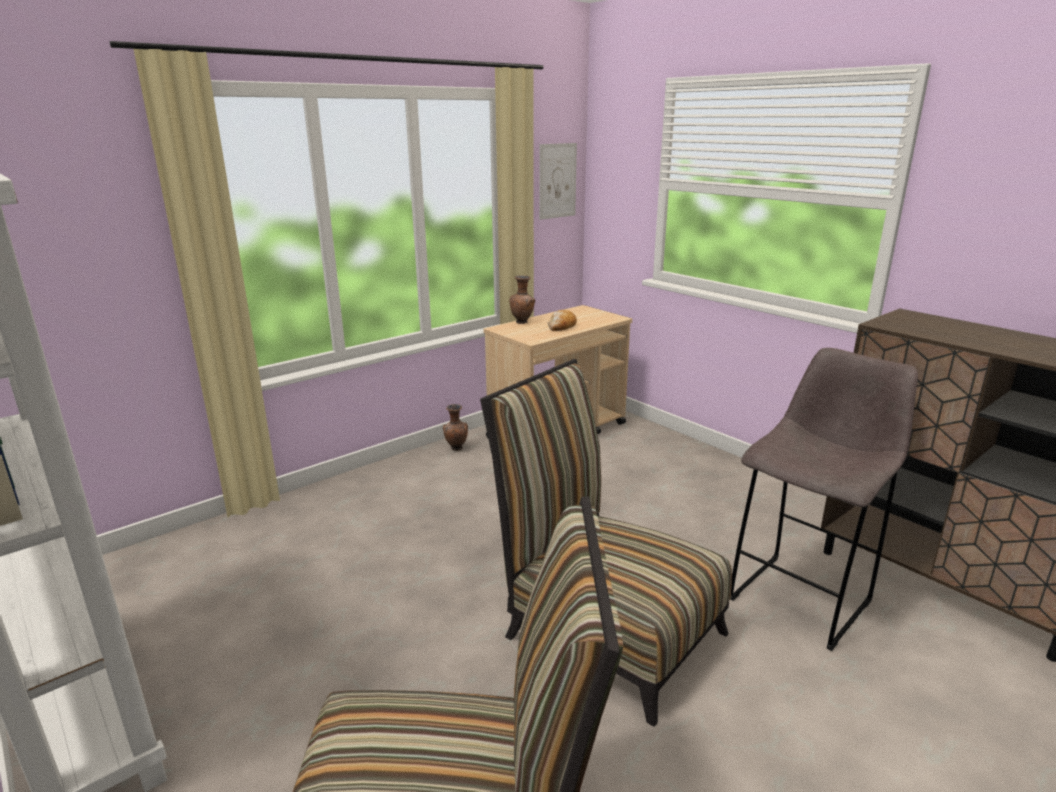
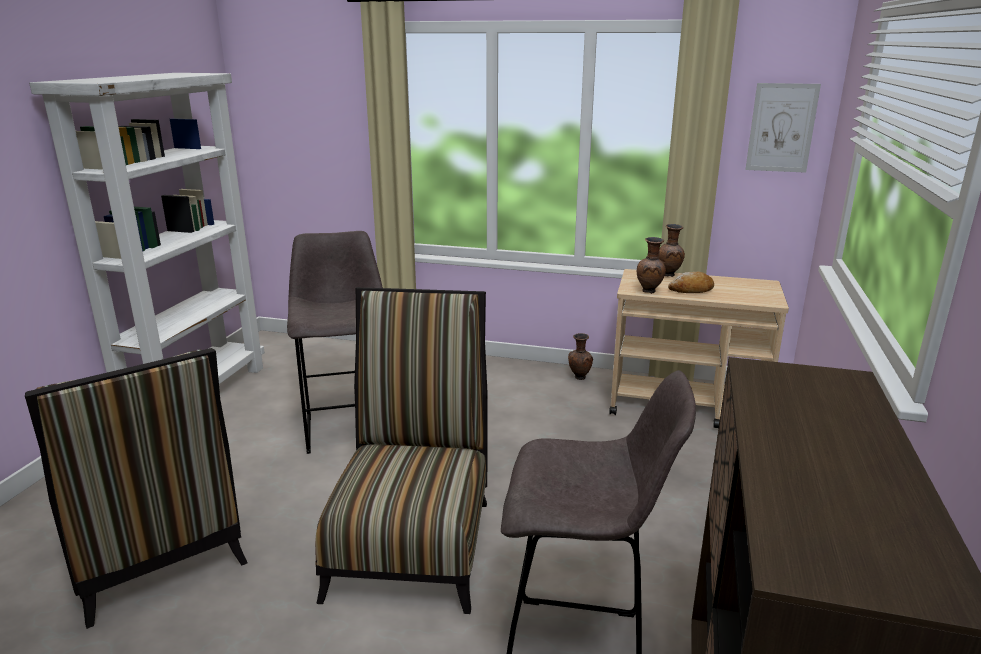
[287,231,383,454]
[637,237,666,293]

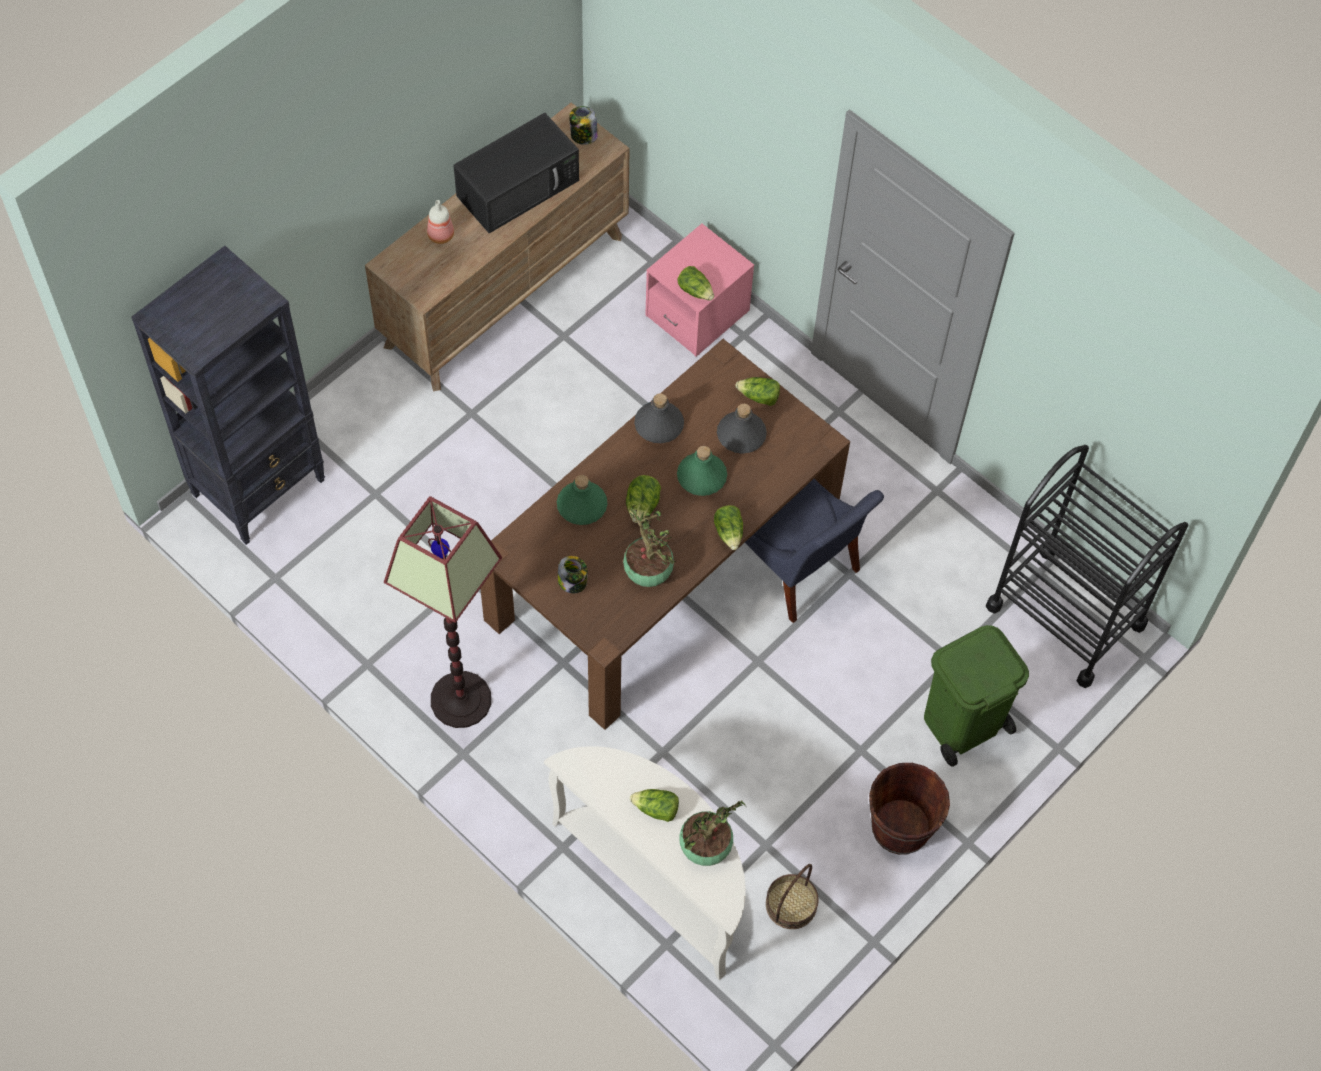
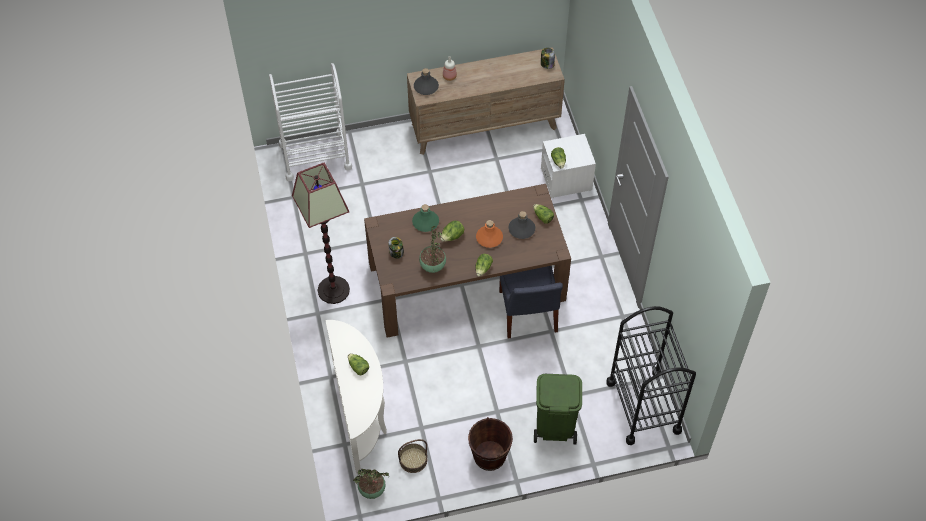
[269,63,352,181]
[353,469,389,499]
[414,68,439,95]
[476,220,503,248]
[541,134,596,198]
[453,113,579,233] (first image)

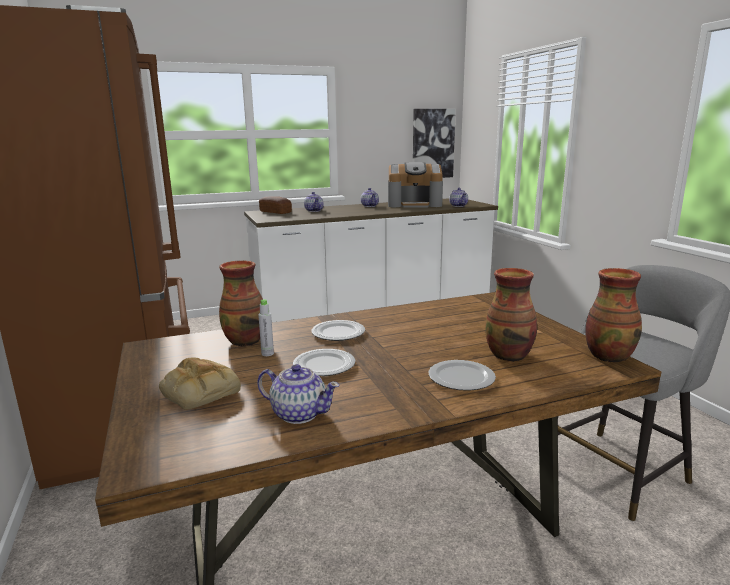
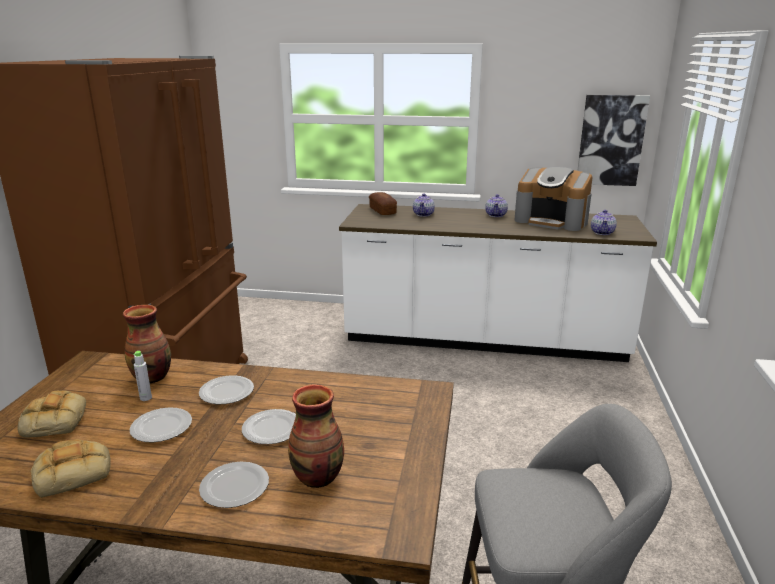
[30,439,111,498]
[242,409,296,444]
[585,268,642,362] (first image)

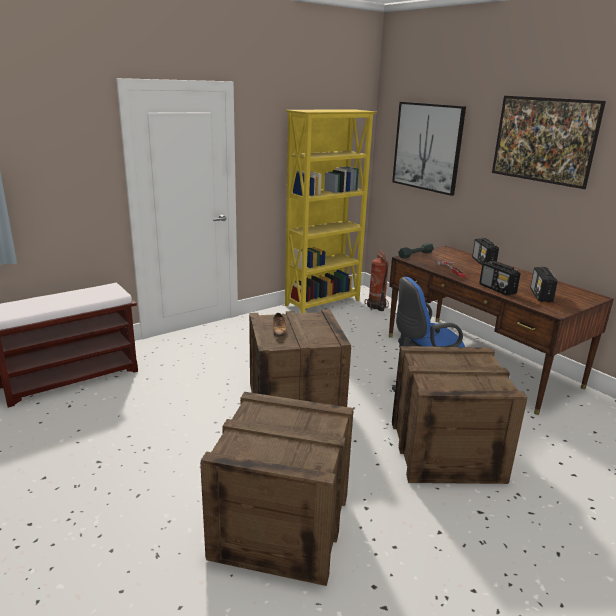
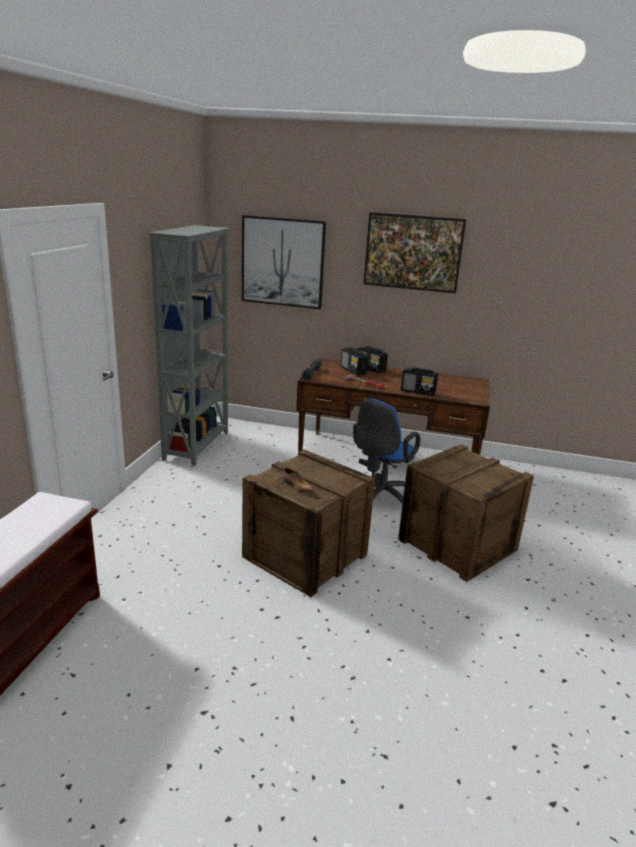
[148,225,231,466]
[341,347,368,375]
[200,392,354,586] (first image)
[365,250,389,311] (first image)

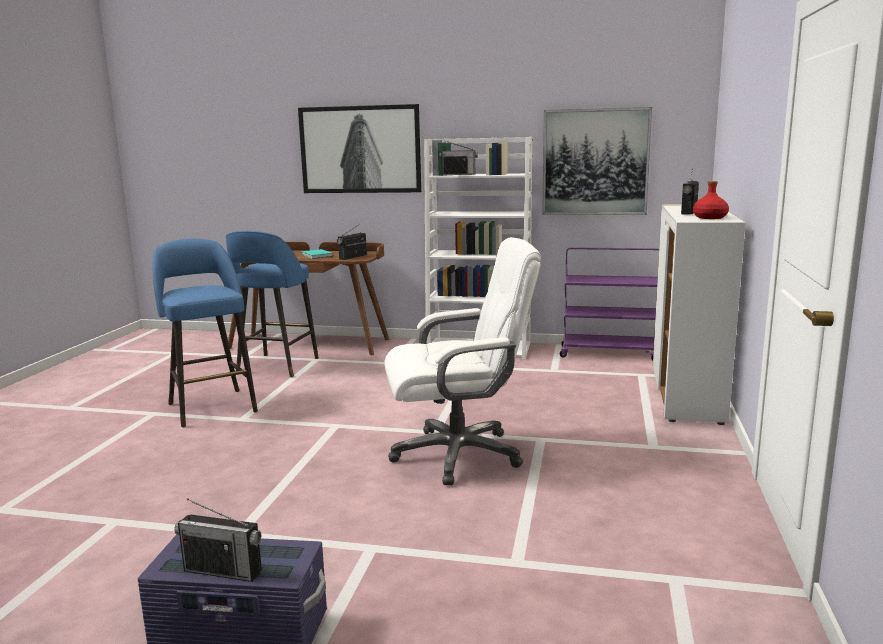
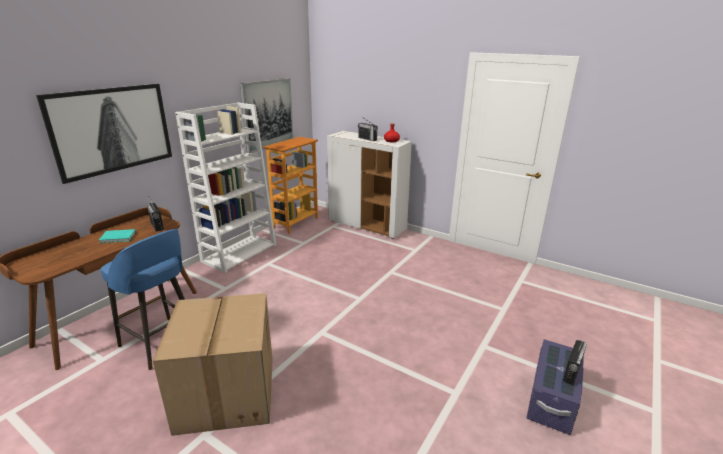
[153,293,273,436]
[263,137,318,234]
[385,237,541,485] (first image)
[439,141,478,175] (first image)

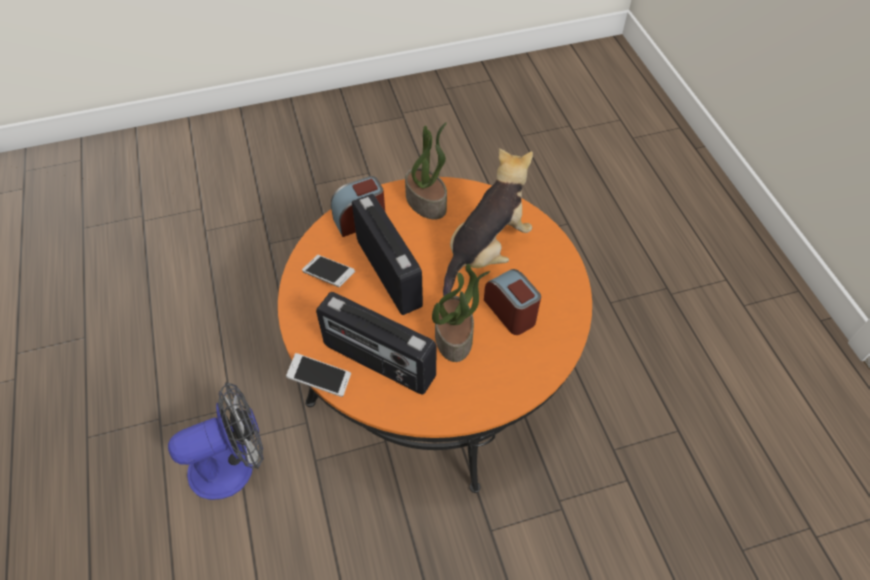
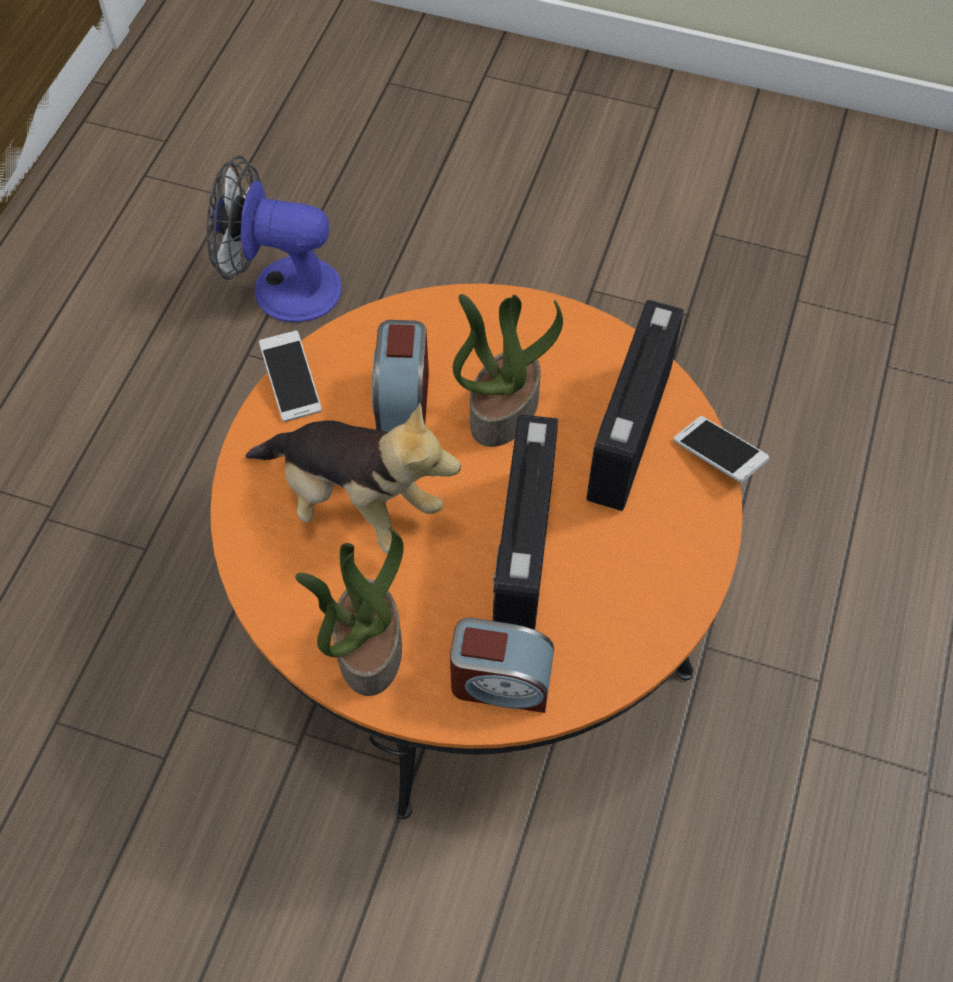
[207,156,342,323]
[245,402,461,554]
[259,330,322,422]
[587,300,684,511]

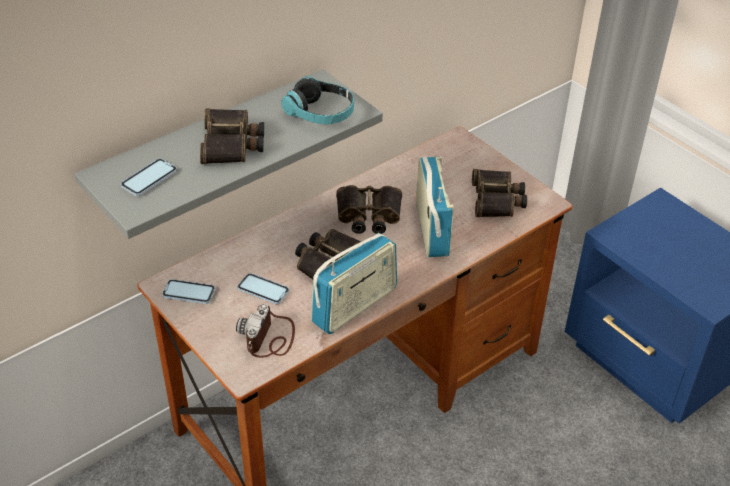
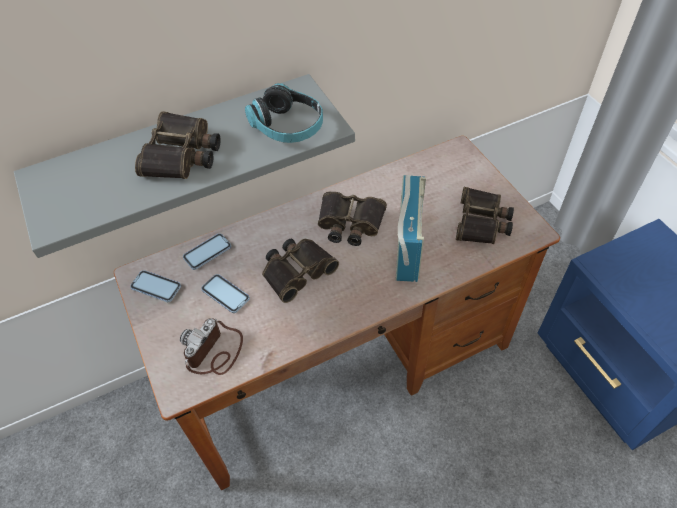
[183,233,231,270]
[311,233,397,334] (first image)

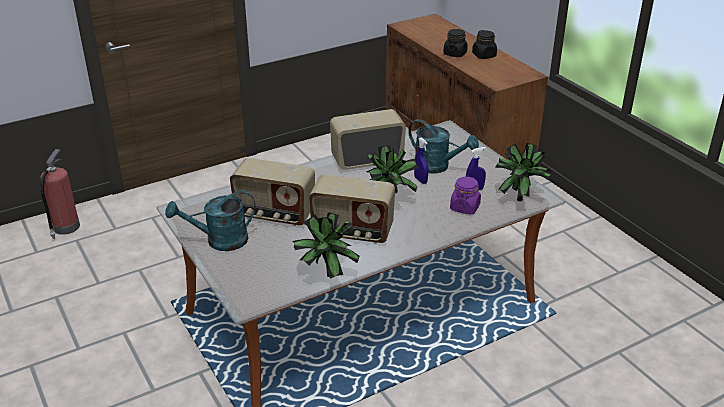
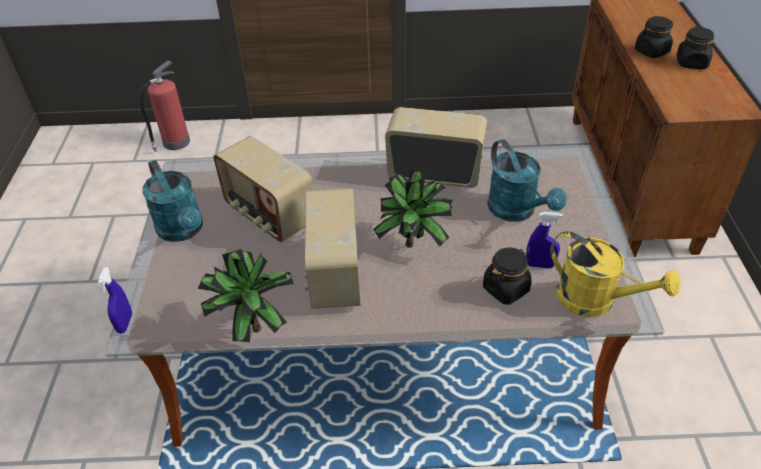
[97,267,132,334]
[142,160,203,242]
[304,188,360,309]
[483,247,531,305]
[550,231,681,317]

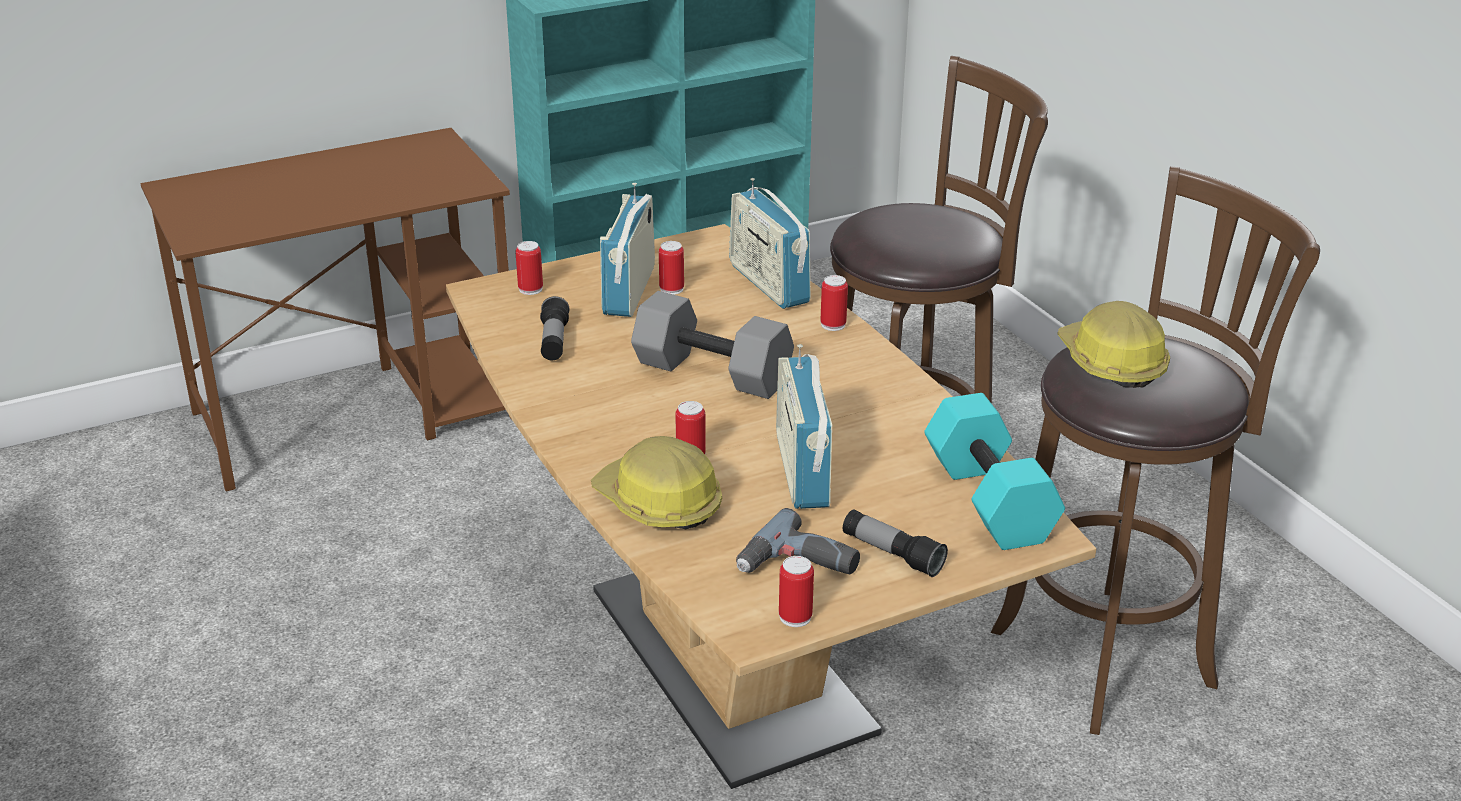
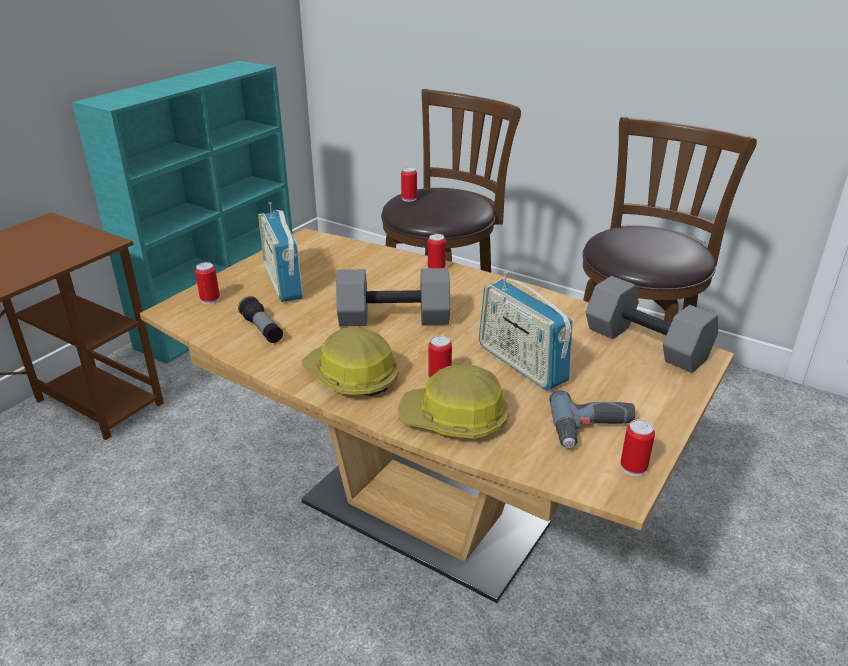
[302,327,398,396]
[401,167,417,202]
[585,276,718,373]
[729,178,811,309] (first image)
[843,510,948,577] (first image)

